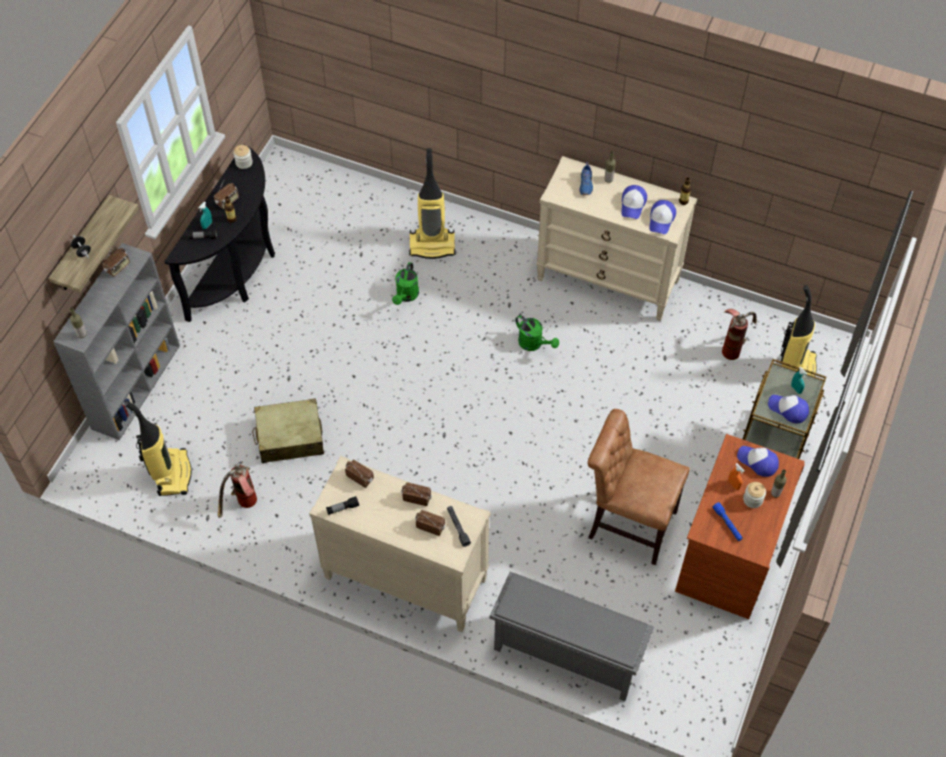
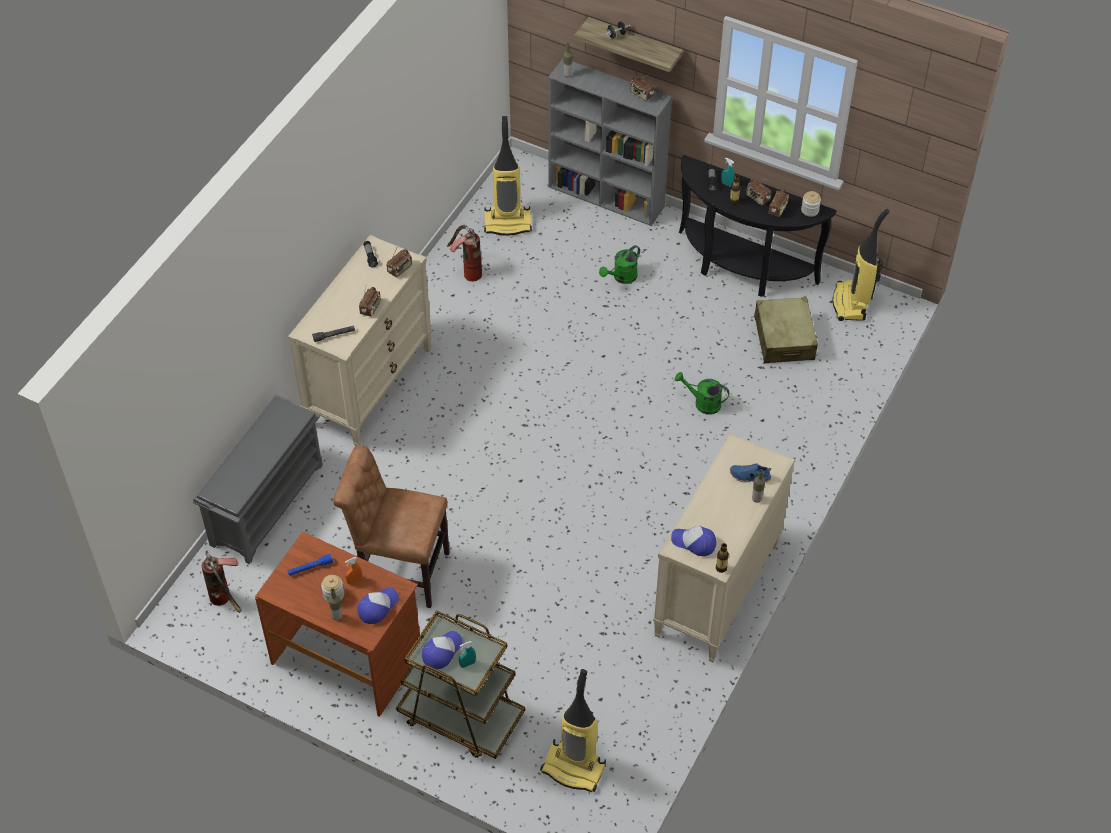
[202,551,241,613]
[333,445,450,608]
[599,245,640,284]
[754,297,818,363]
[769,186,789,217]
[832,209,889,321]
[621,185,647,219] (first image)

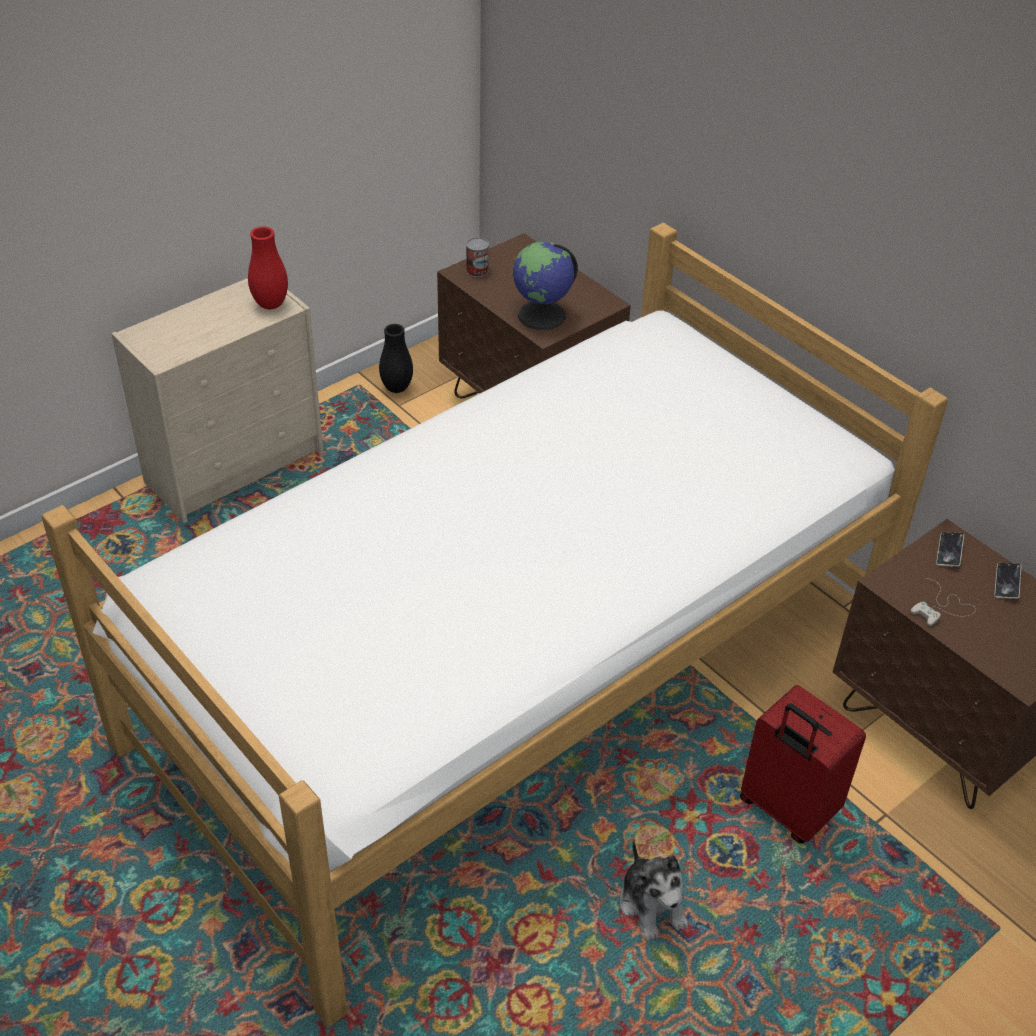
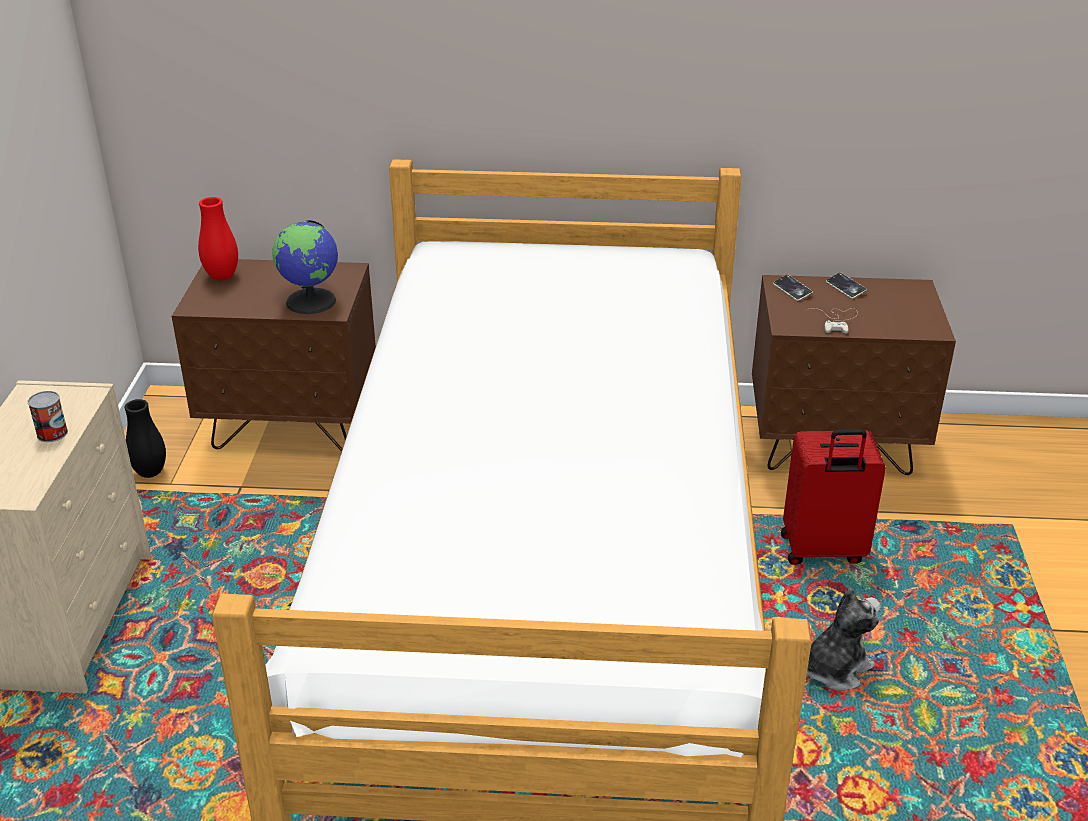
[28,391,68,442]
[198,197,238,280]
[807,588,881,691]

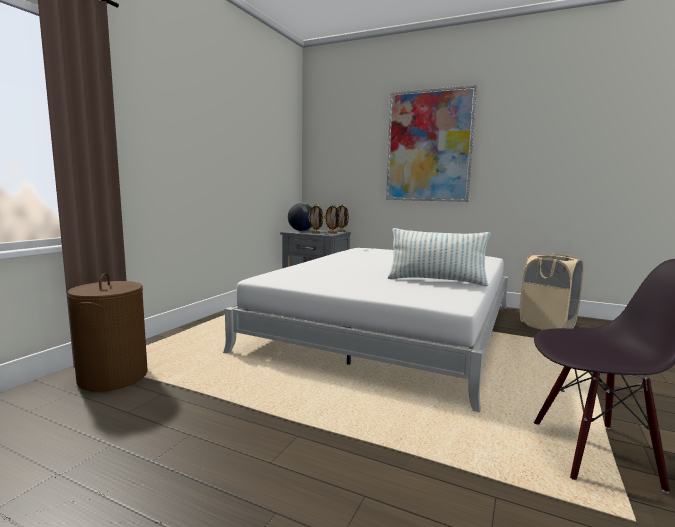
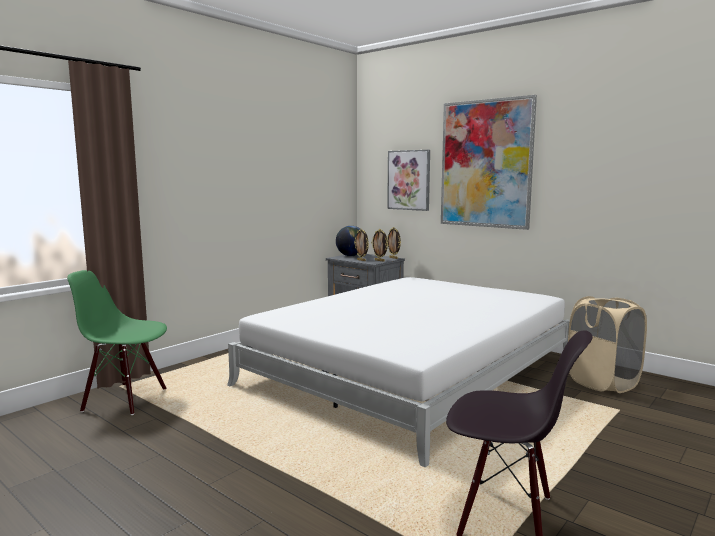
[67,270,167,415]
[387,150,430,211]
[388,228,491,286] (first image)

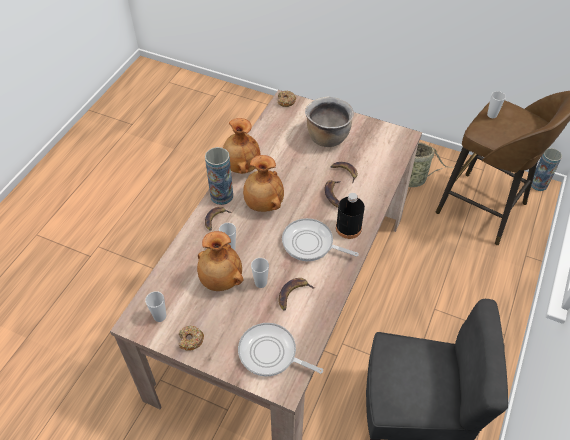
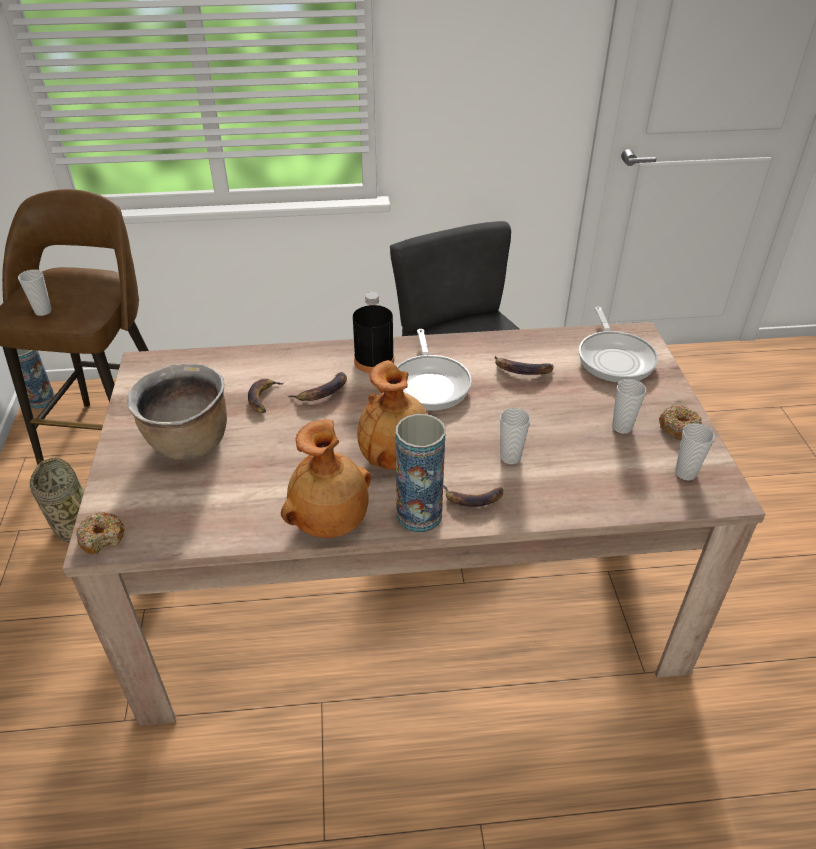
[612,379,646,434]
[197,231,244,291] (first image)

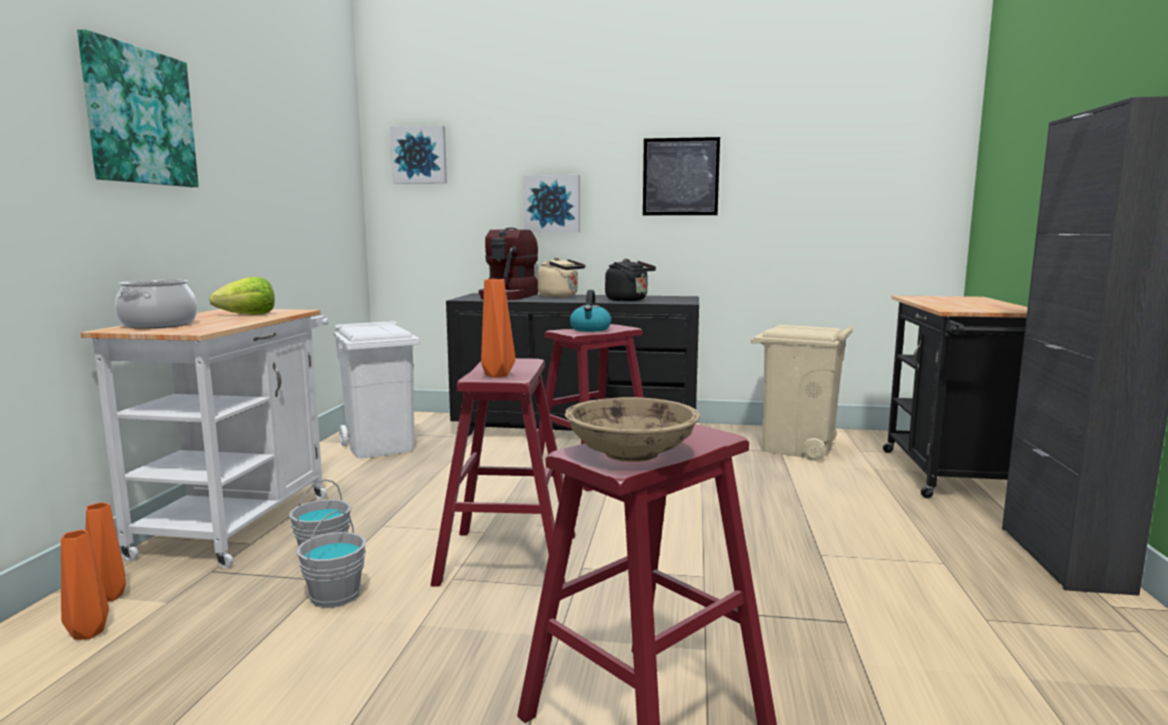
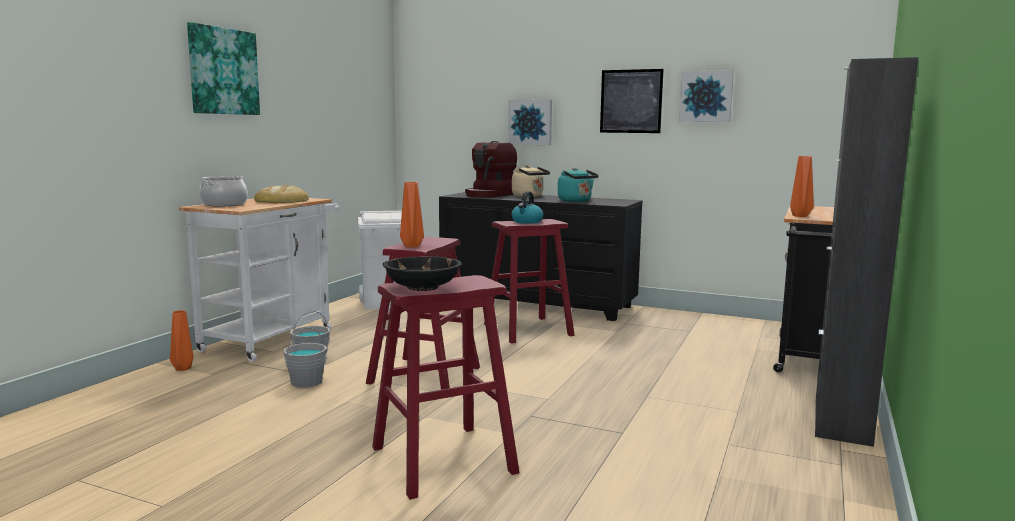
[254,185,309,203]
[383,256,462,291]
[558,168,599,202]
[679,70,734,122]
[790,156,814,217]
[751,325,853,461] (first image)

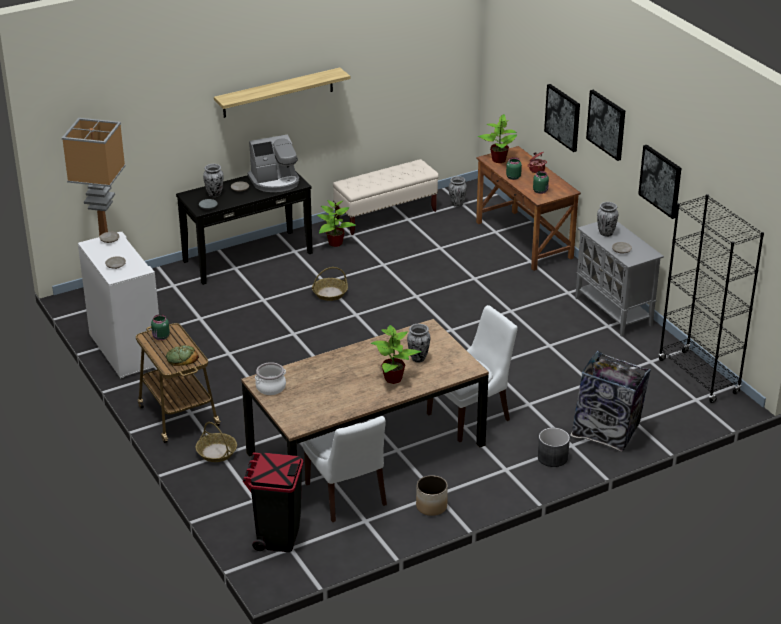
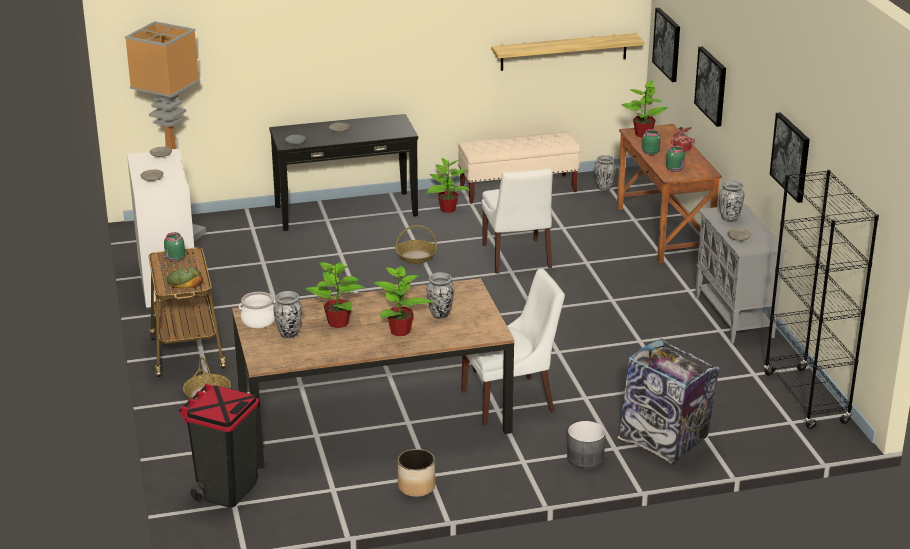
[273,291,302,339]
[305,262,365,328]
[482,168,553,273]
[491,33,645,71]
[652,8,680,82]
[248,134,299,192] (first image)

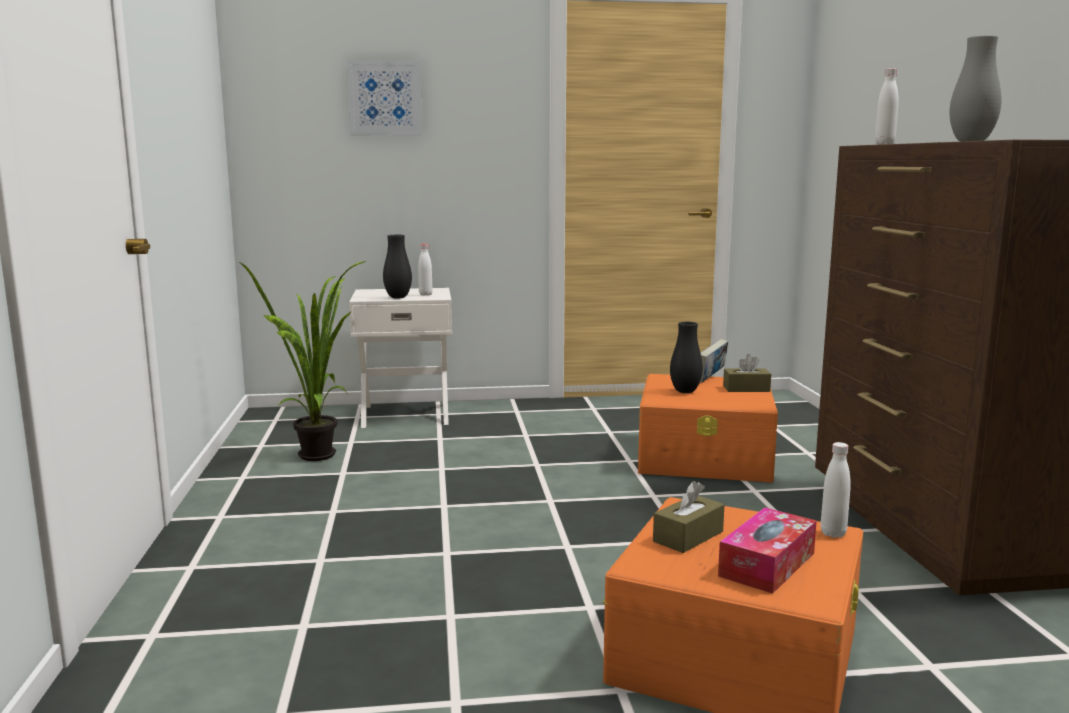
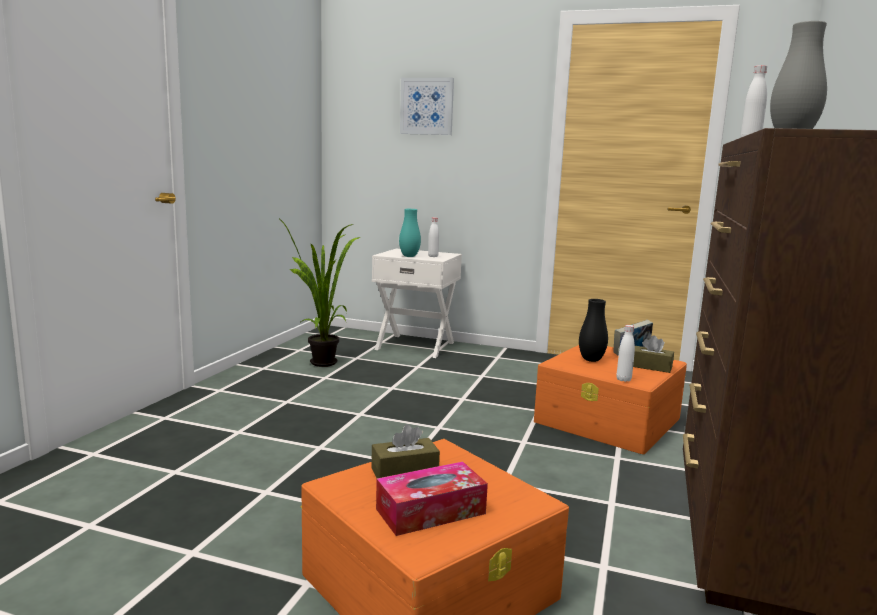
[399,209,421,257]
[616,325,635,382]

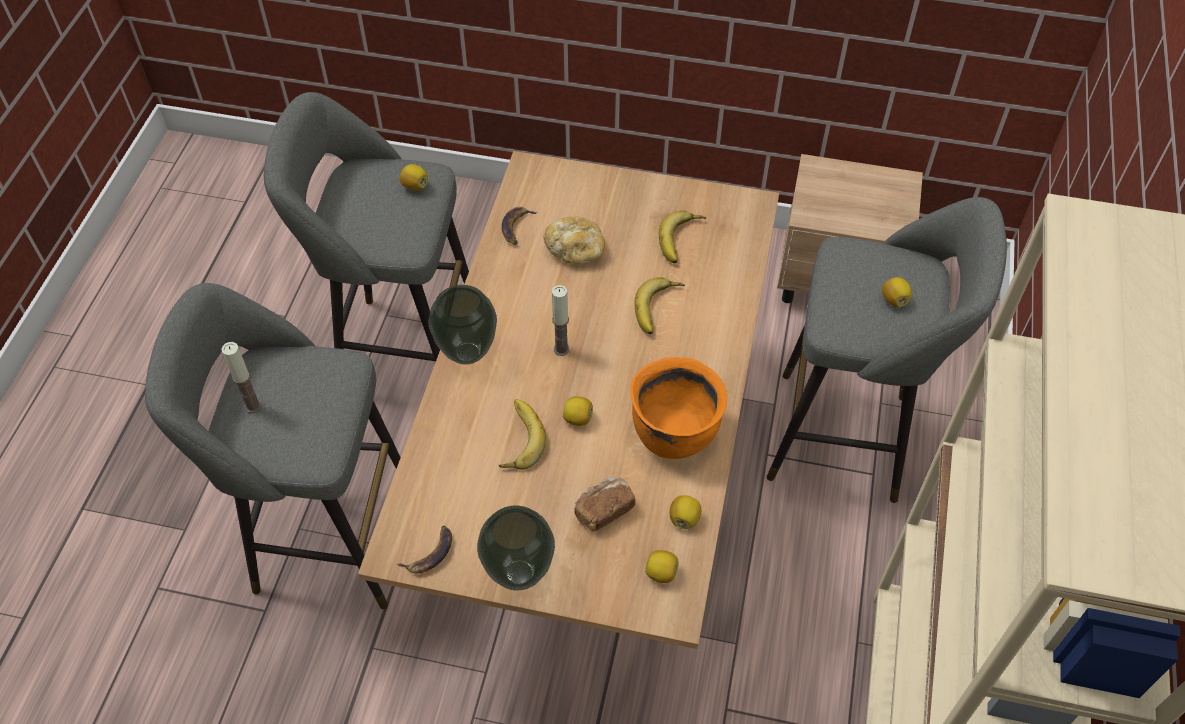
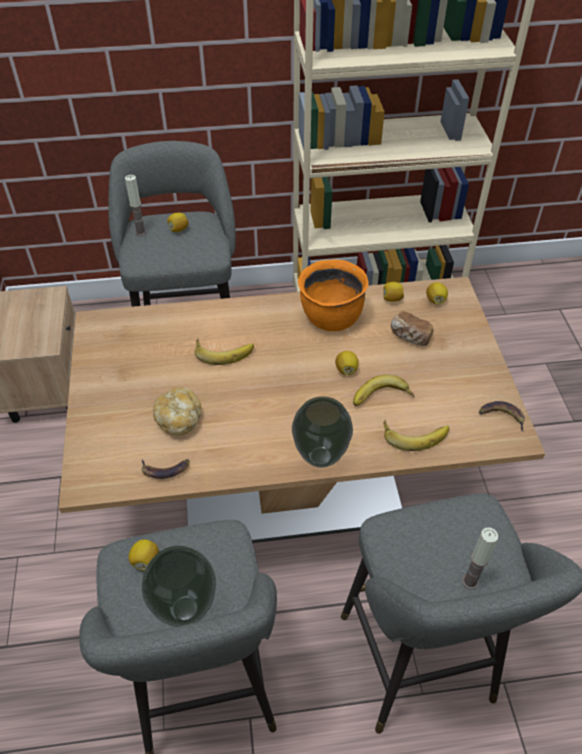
[125,175,146,236]
[141,546,216,627]
[384,420,449,451]

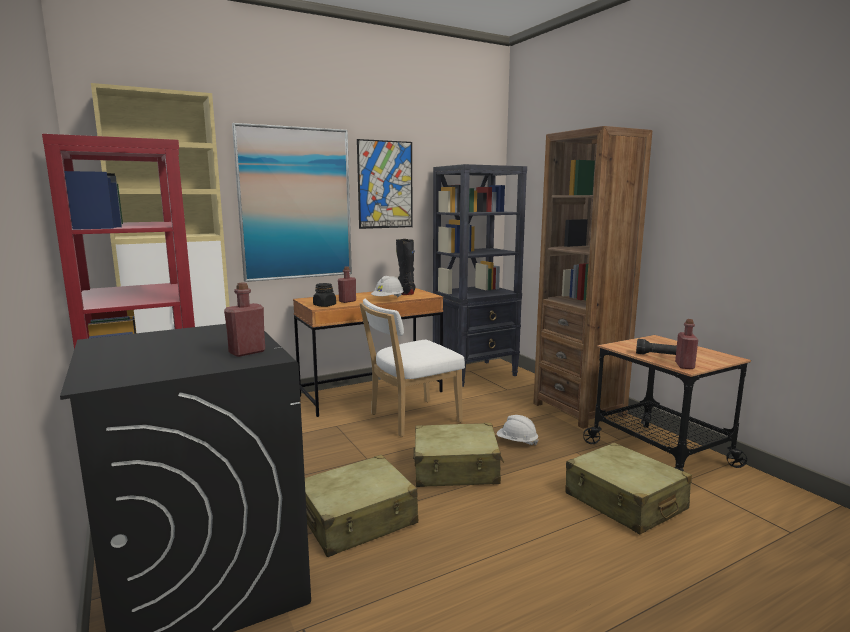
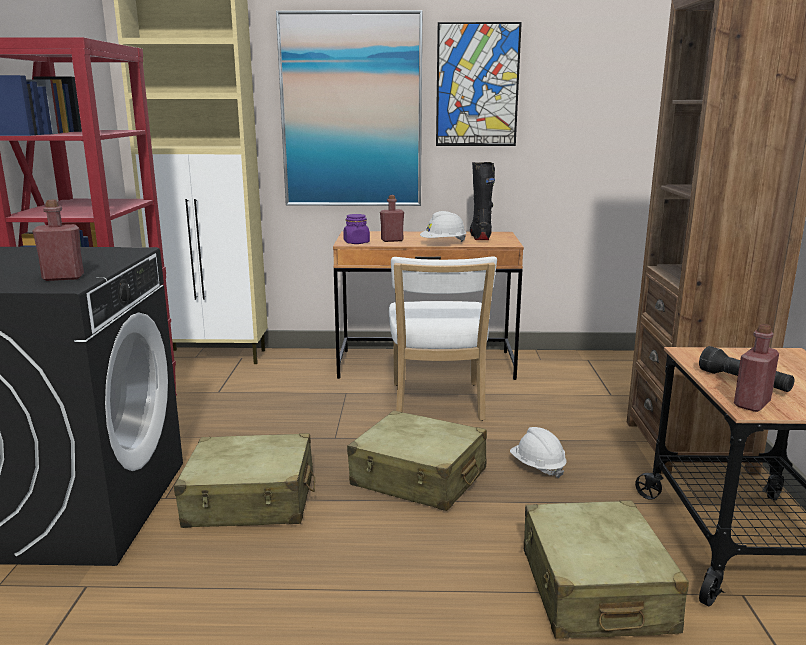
[343,214,370,244]
[389,257,497,421]
[433,164,527,387] (first image)

